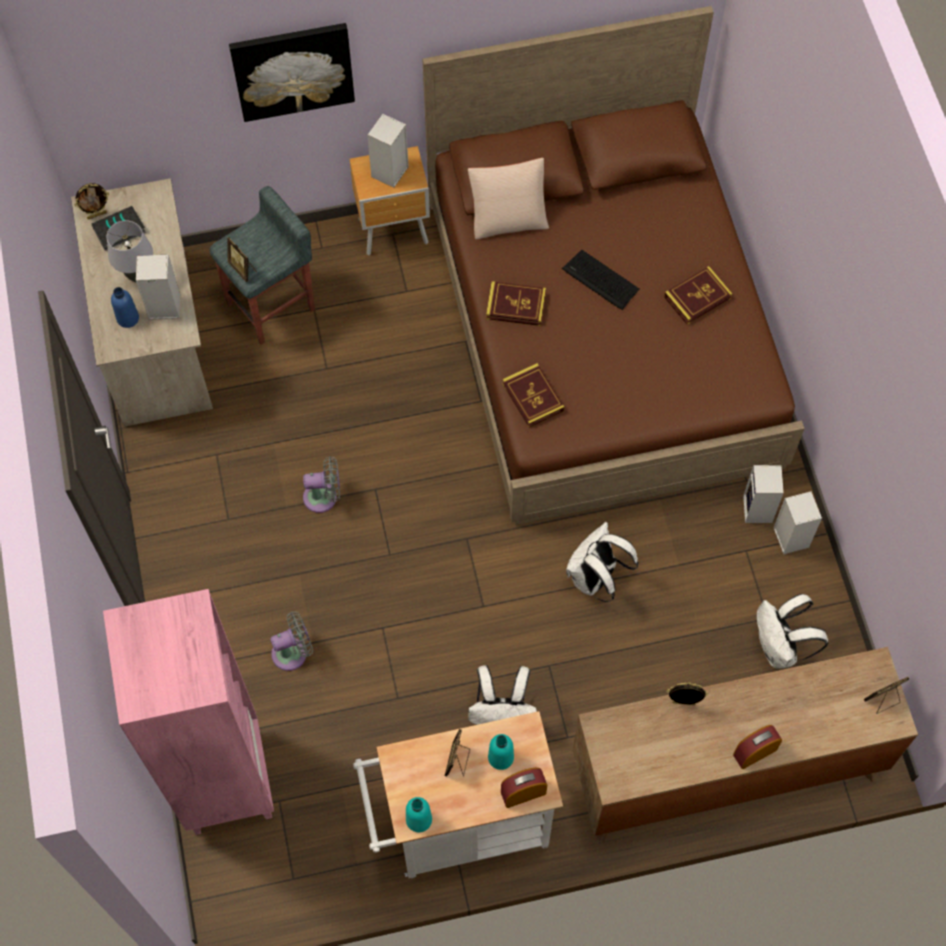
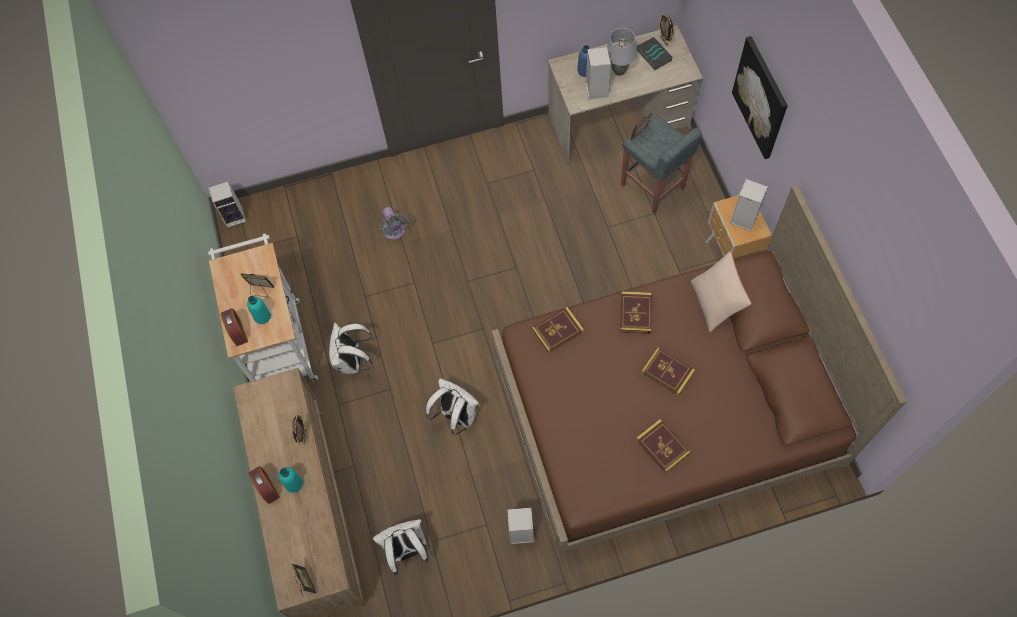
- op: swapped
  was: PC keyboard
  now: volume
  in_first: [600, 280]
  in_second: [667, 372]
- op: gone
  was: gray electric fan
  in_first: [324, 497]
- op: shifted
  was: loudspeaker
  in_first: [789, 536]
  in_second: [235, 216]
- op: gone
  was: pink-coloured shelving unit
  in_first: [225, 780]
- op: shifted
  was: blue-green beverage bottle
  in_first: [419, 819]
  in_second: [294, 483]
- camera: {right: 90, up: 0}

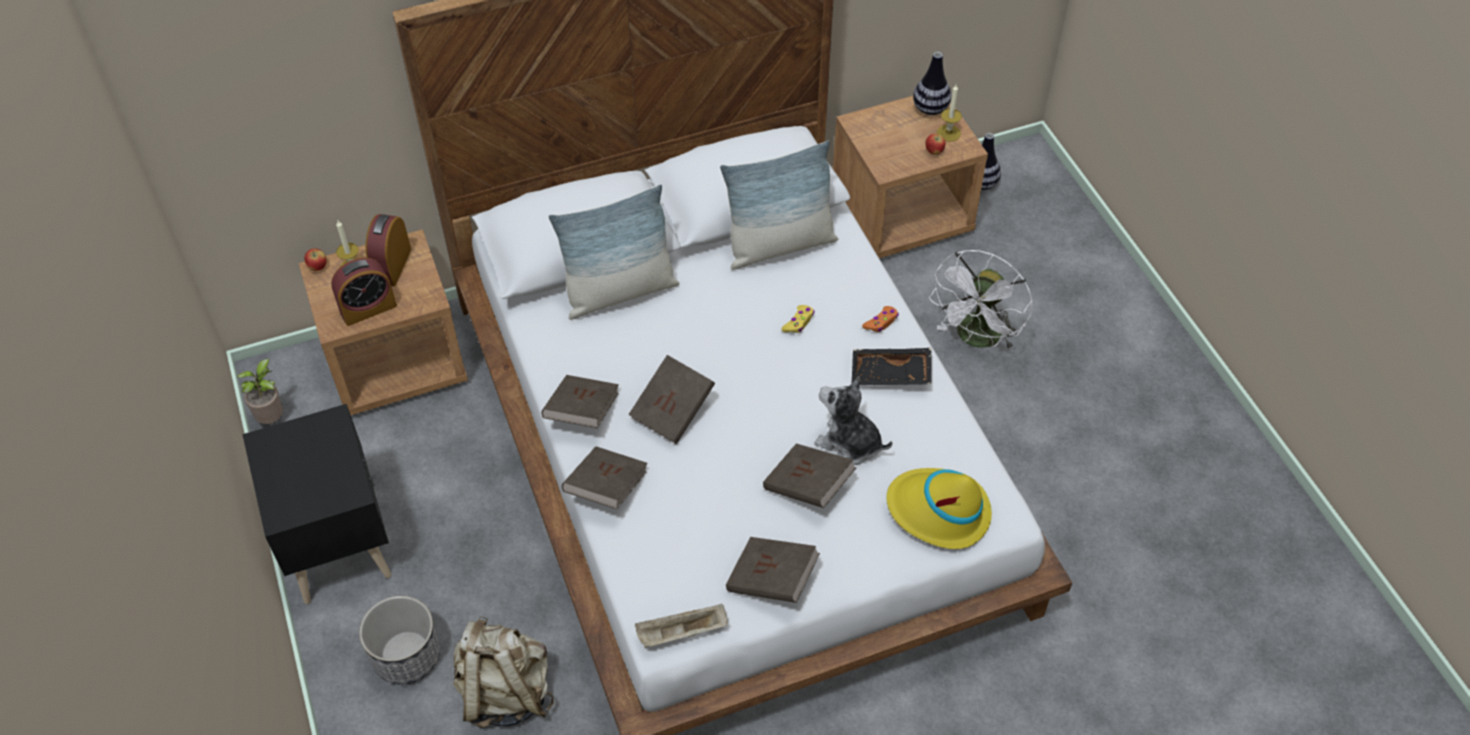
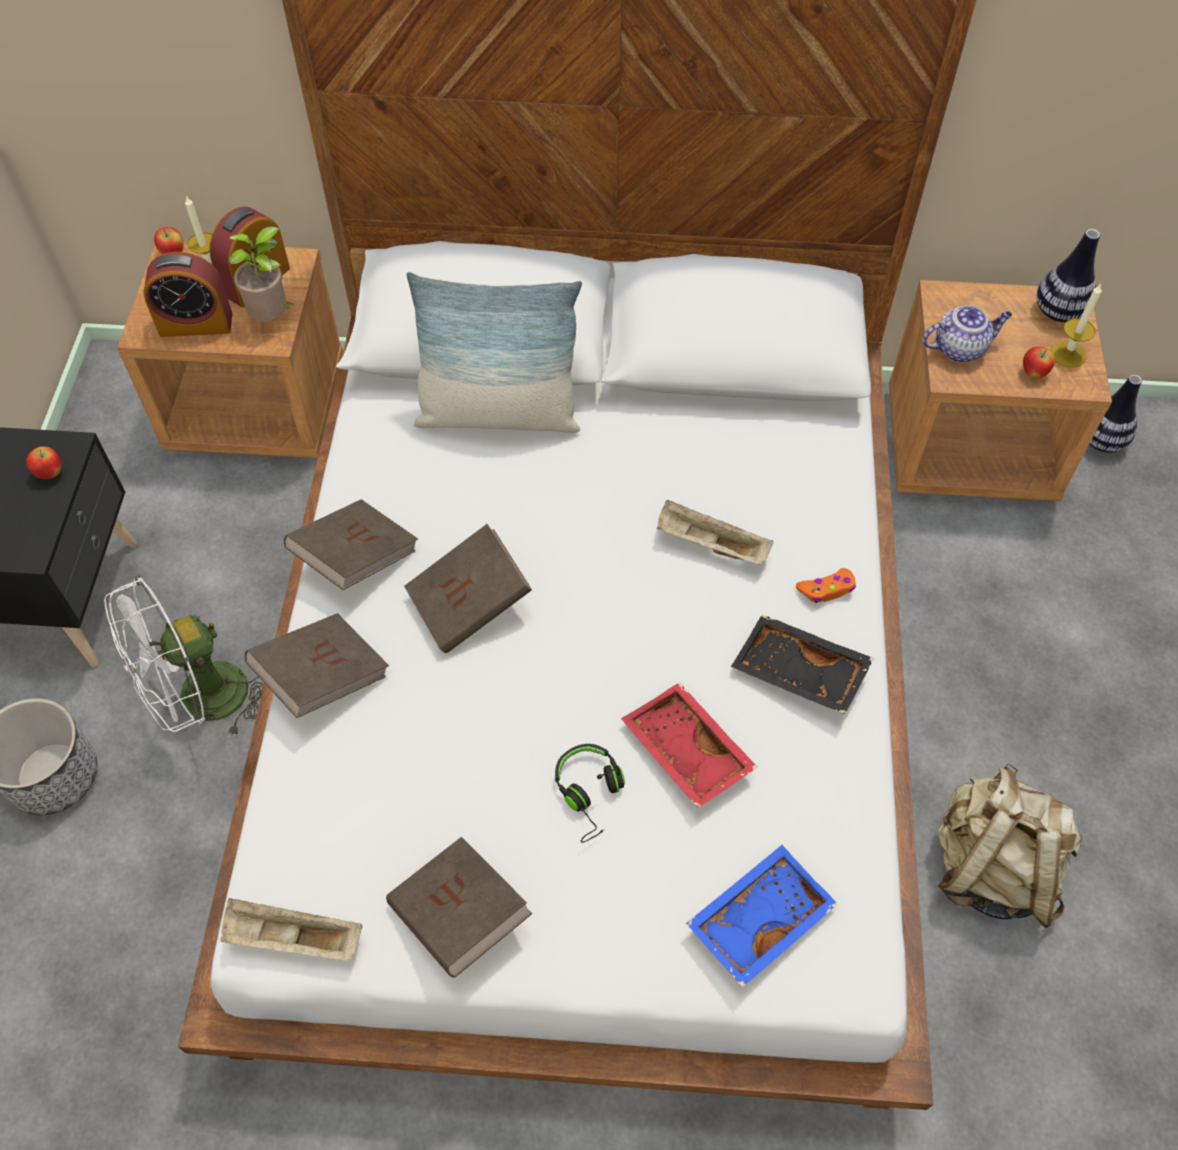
- op: gone
  was: throw pillow
  in_first: [779, 245]
- op: shifted
  was: white-coloured electric fan
  in_first: [976, 339]
  in_second: [201, 702]
- op: swapped
  was: yellow-coloured game controller
  now: sand-coloured tray
  in_first: [798, 322]
  in_second: [709, 545]
- op: shifted
  was: plant in a pot
  in_first: [273, 418]
  in_second: [273, 318]
- op: swapped
  was: plush toy
  now: red tray
  in_first: [849, 443]
  in_second: [684, 752]
- op: swapped
  was: brown-coloured volume
  now: black headphones
  in_first: [808, 487]
  in_second: [590, 793]
- op: swapped
  was: yellow-coloured hat
  now: blue tray
  in_first: [938, 512]
  in_second: [758, 917]
- op: shifted
  was: sand-coloured rucksack
  in_first: [505, 692]
  in_second: [991, 867]
- op: new
  now: teapot
  in_second: [960, 348]
- op: new
  now: apple fruit
  in_second: [50, 473]
- camera: {right: 25, up: 5}

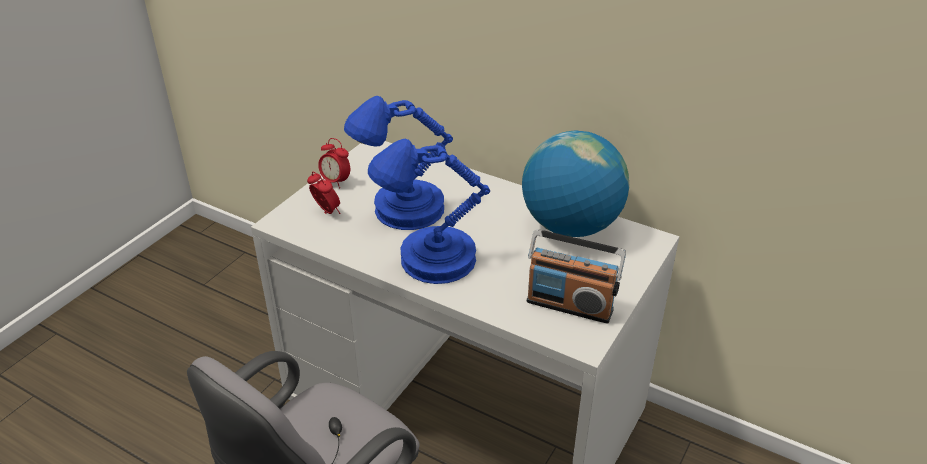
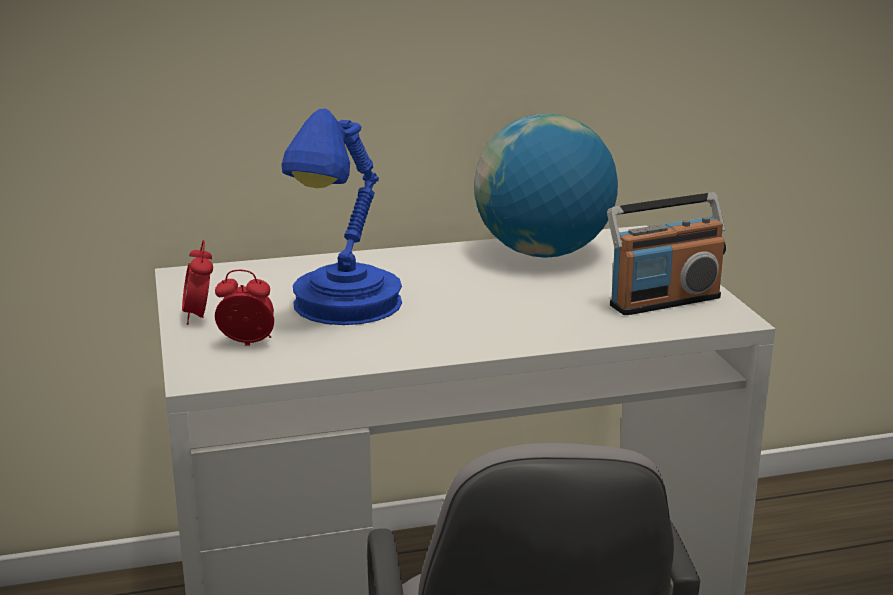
- op: rotated
  was: table clock
  in_first: [335, 182]
  in_second: [200, 317]
  clockwise: 90
- op: gone
  was: blue table lamp
  in_first: [431, 260]
- camera: {right: -45, up: -15}

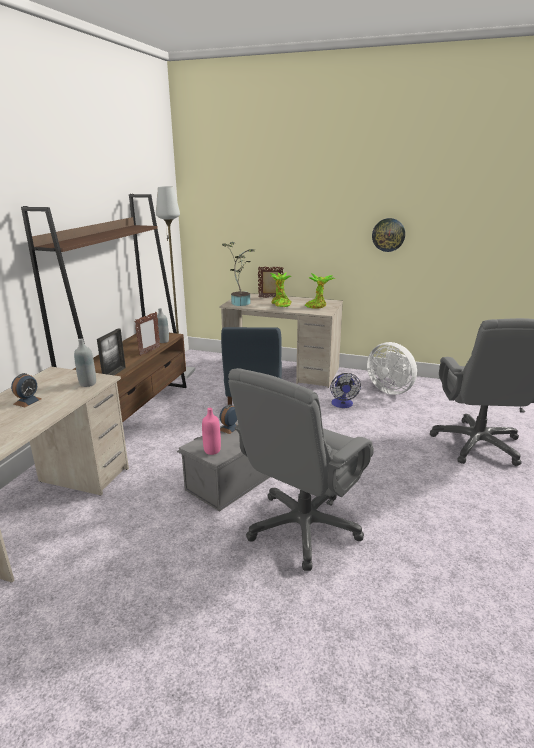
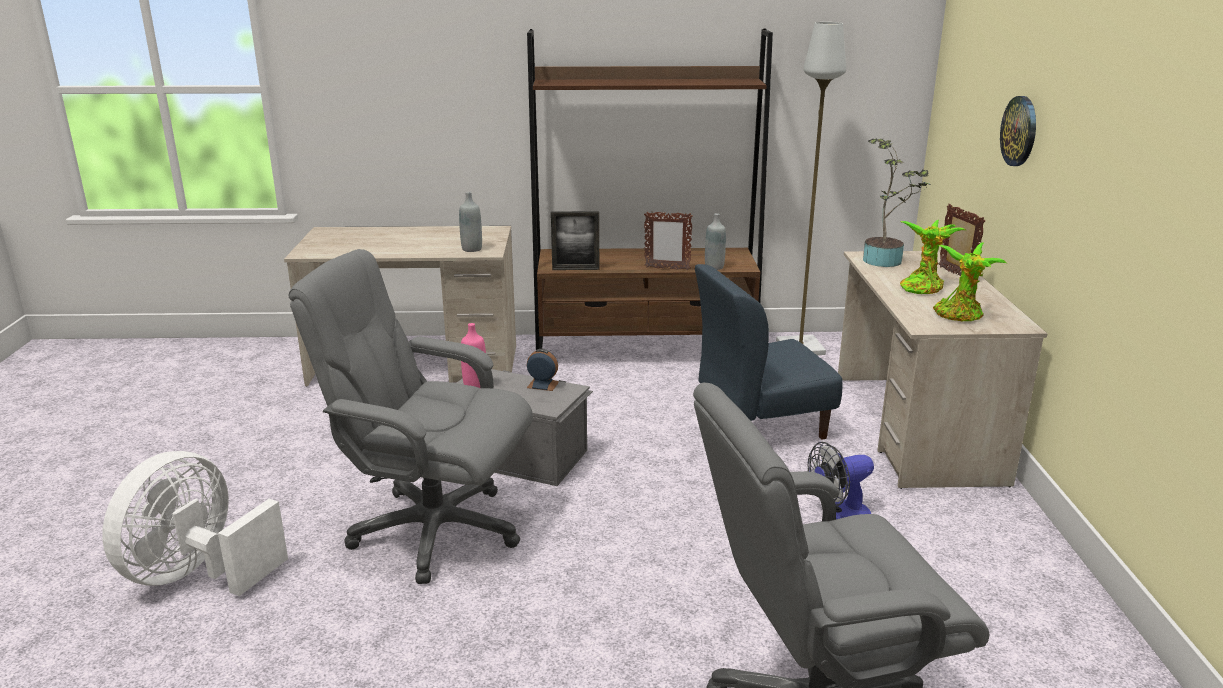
- op: shifted
  was: wall clock
  in_first: [388, 235]
  in_second: [1019, 131]
- op: shifted
  was: white-coloured electric fan
  in_first: [391, 390]
  in_second: [198, 574]
- op: gone
  was: table clock
  in_first: [27, 401]
- camera: {right: 70, up: 0}

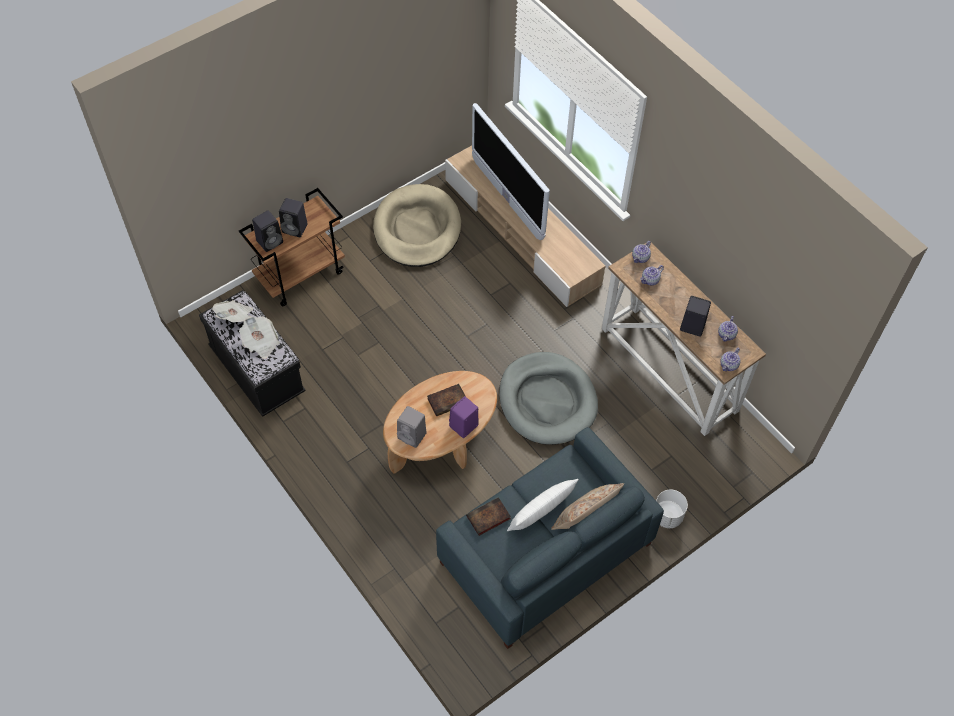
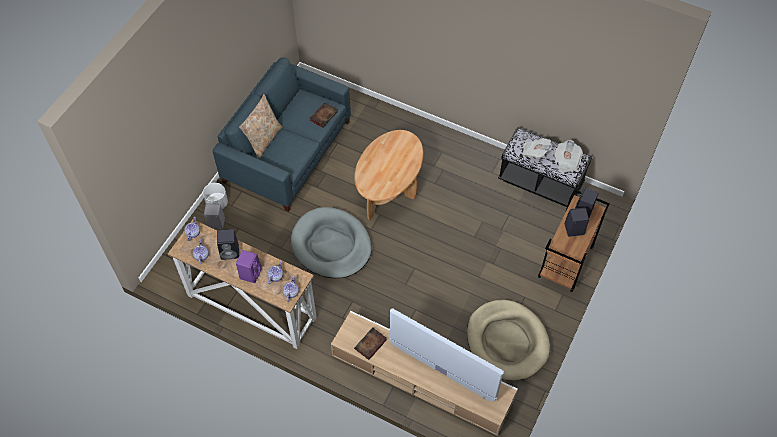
- op: shifted
  was: volume
  in_first: [448, 400]
  in_second: [370, 345]
- op: shifted
  was: purple-coloured loudspeaker
  in_first: [463, 426]
  in_second: [250, 273]
- op: shifted
  was: gray loudspeaker
  in_first: [413, 436]
  in_second: [215, 223]
- op: gone
  was: white-coloured throw pillow
  in_first: [541, 512]
- camera: {right: 155, up: 0}

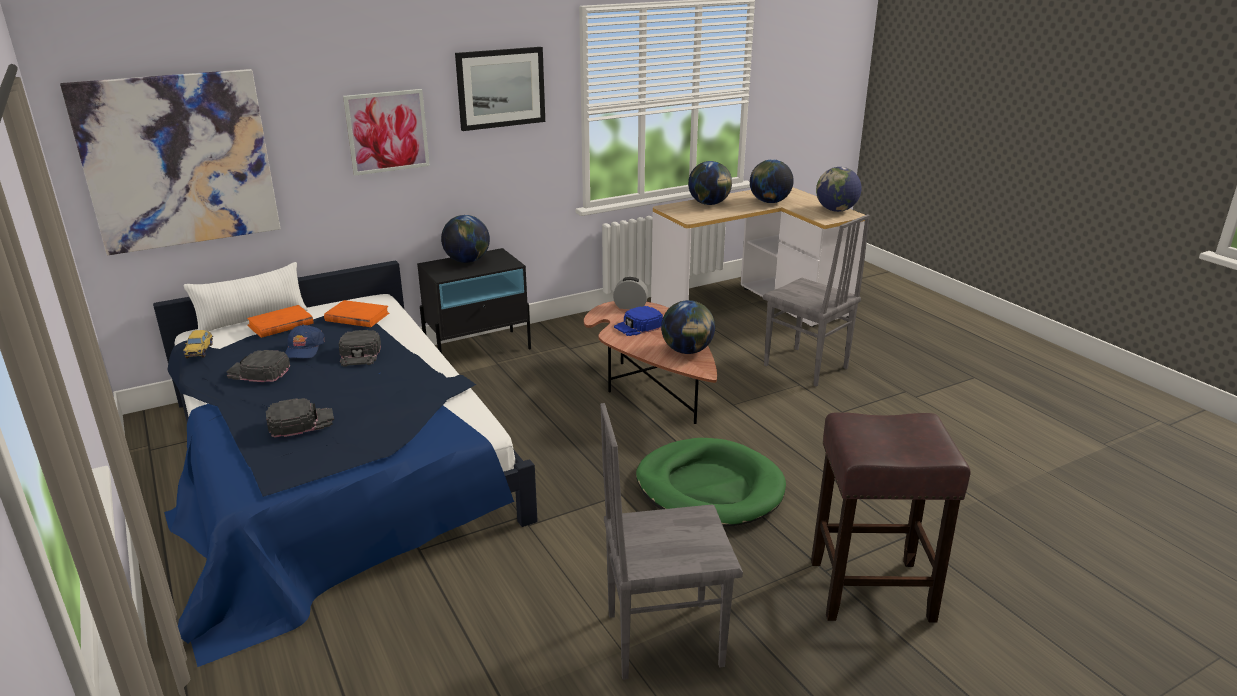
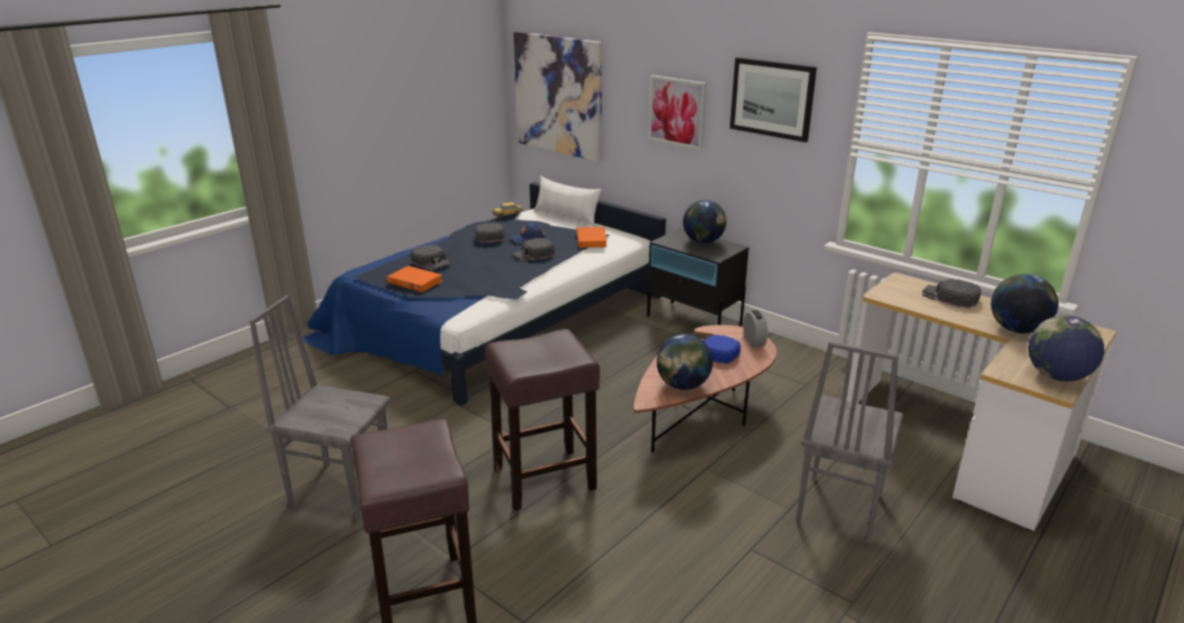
- op: swapped
  was: world globe
  now: black cap
  in_first: [709, 204]
  in_second: [950, 297]
- op: shifted
  was: orange volume
  in_first: [280, 325]
  in_second: [414, 282]
- op: rotated
  was: gray chair
  in_first: [663, 638]
  in_second: [341, 488]
  clockwise: -45
- op: swapped
  was: green pet bed
  now: brown-coloured stool
  in_first: [709, 488]
  in_second: [546, 478]
- camera: {right: 70, up: 0}

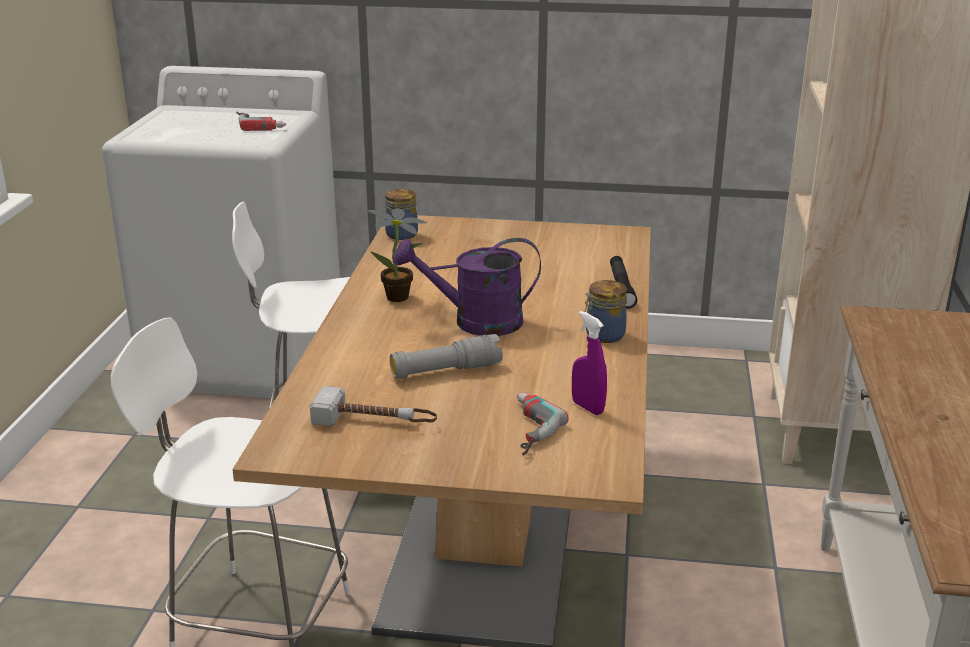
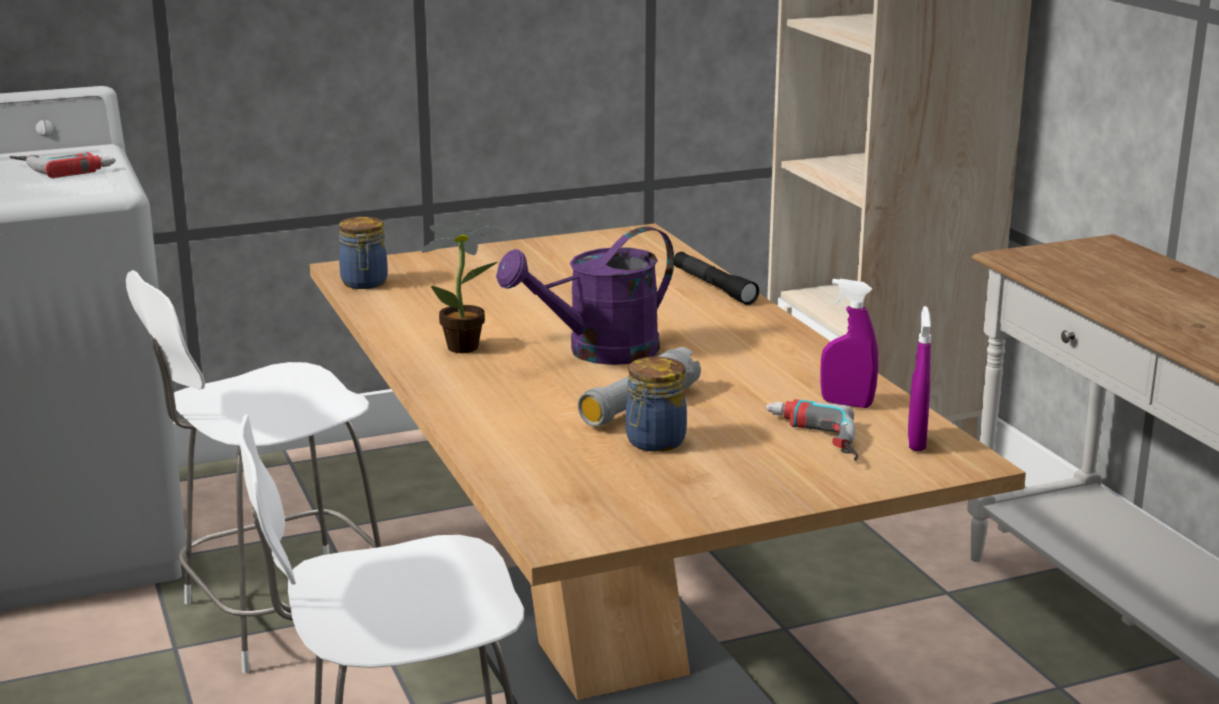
- op: shifted
  was: jar
  in_first: [603, 335]
  in_second: [653, 442]
- op: gone
  was: hand hammer
  in_first: [375, 420]
- op: new
  now: purple-coloured spray bottle
  in_second: [916, 442]
- camera: {right: -30, up: -5}

